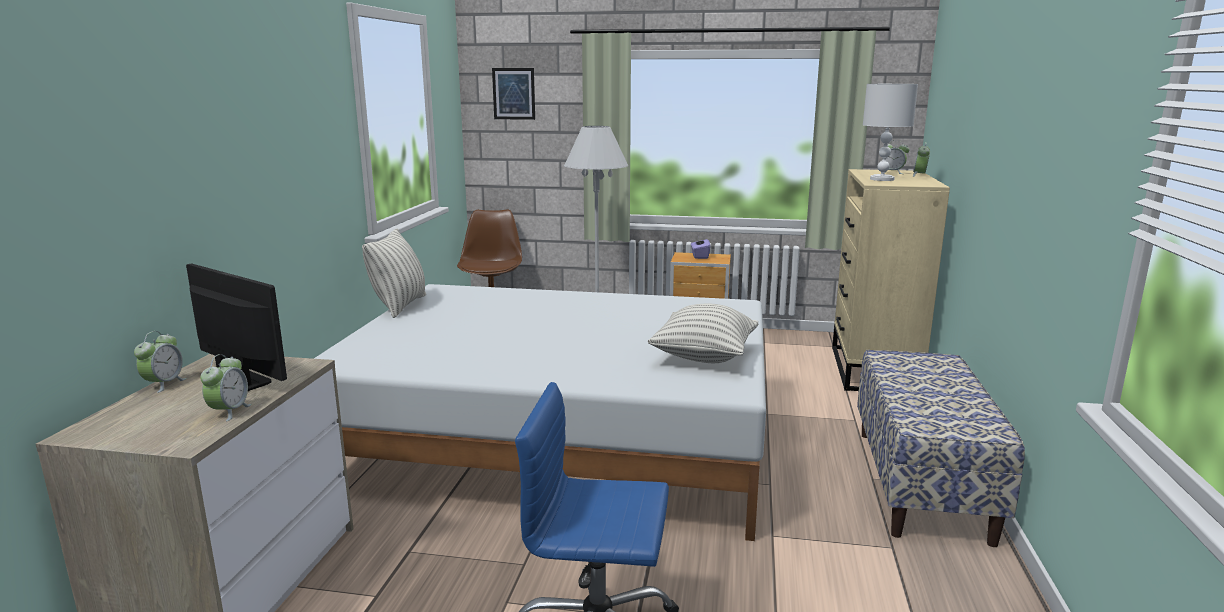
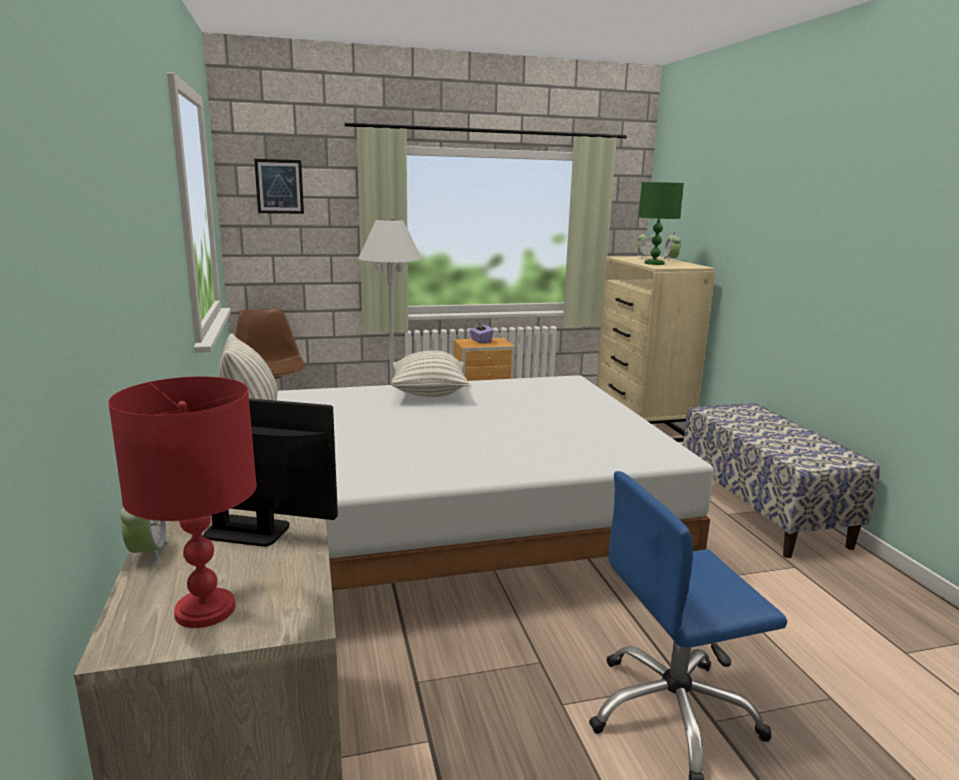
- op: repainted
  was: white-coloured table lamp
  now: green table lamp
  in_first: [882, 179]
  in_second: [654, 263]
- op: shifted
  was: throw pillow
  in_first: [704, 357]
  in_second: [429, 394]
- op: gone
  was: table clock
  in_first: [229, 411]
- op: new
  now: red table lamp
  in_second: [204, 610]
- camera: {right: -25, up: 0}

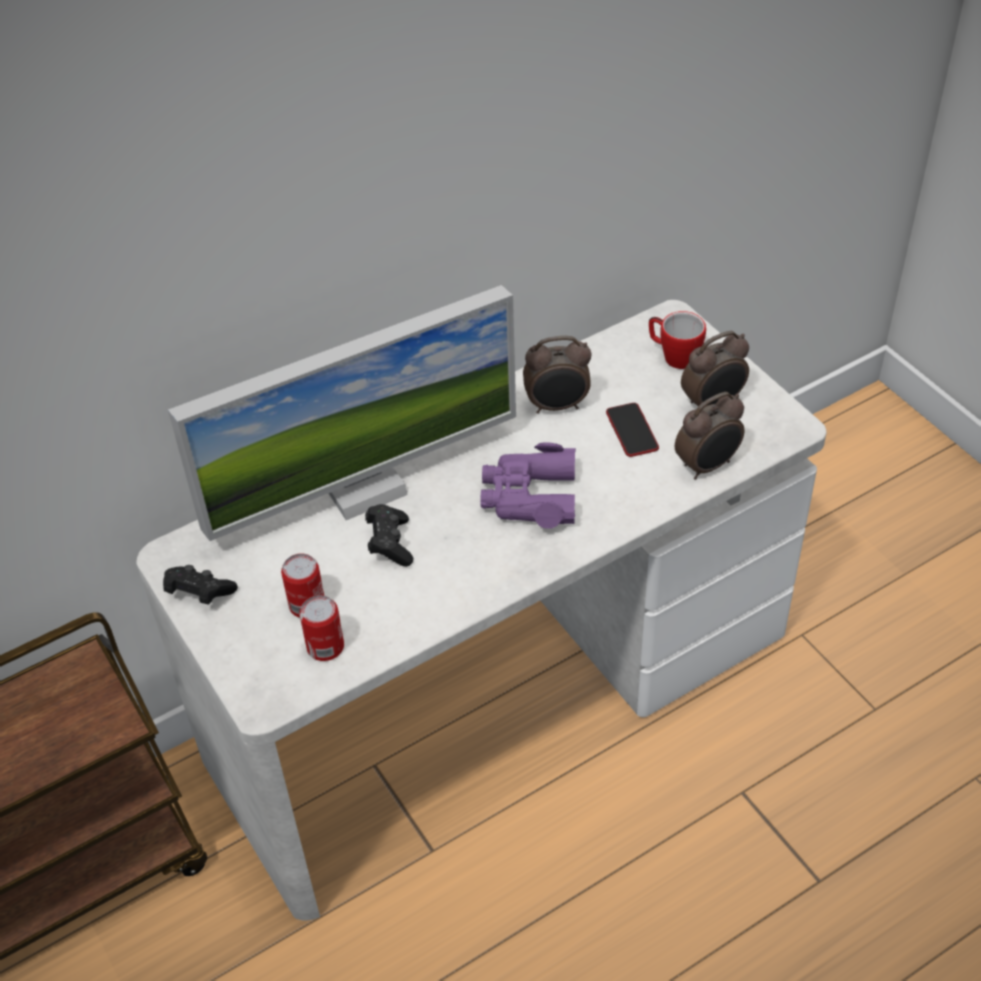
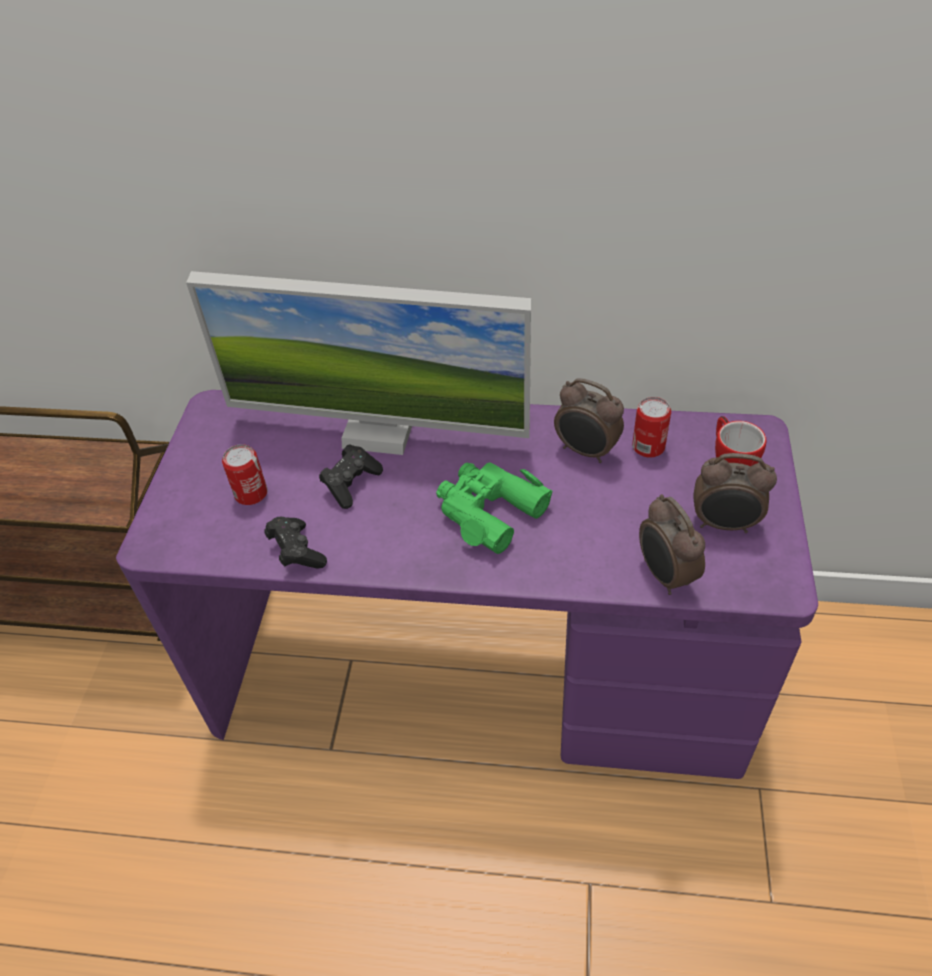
- op: repainted
  was: white-coloured desk table
  now: purple-coloured desk table
  in_first: [499, 693]
  in_second: [478, 667]
- op: rotated
  was: table clock
  in_first: [708, 466]
  in_second: [664, 575]
  clockwise: 60
- op: gone
  was: telephone
  in_first: [632, 431]
- op: repainted
  was: purple-coloured pair of binoculars
  now: green pair of binoculars
  in_first: [529, 497]
  in_second: [488, 511]
- op: shifted
  was: black game controller
  in_first: [199, 593]
  in_second: [297, 552]
- op: shifted
  was: metal can
  in_first: [325, 647]
  in_second: [648, 447]
- camera: {right: 40, up: 0}

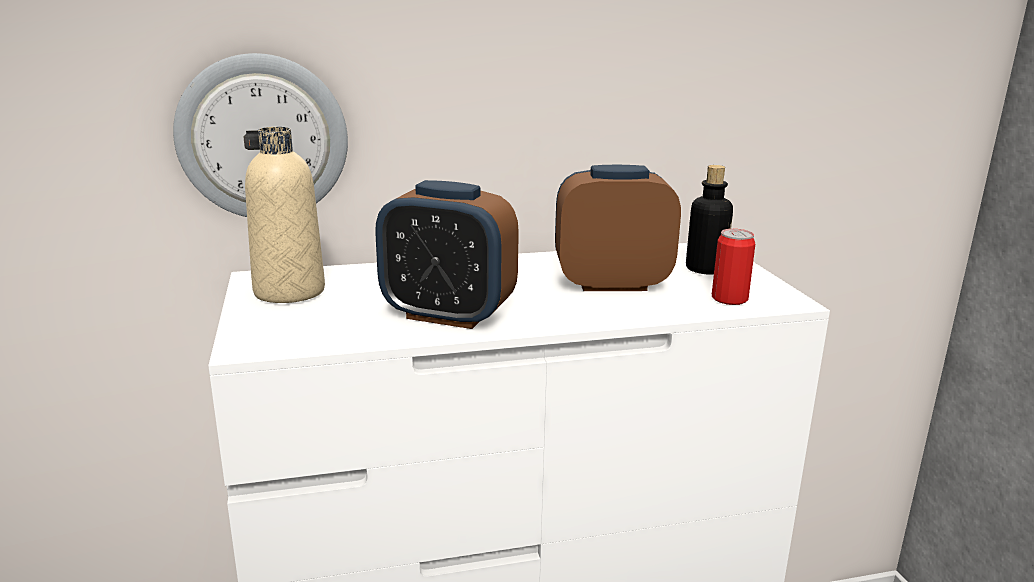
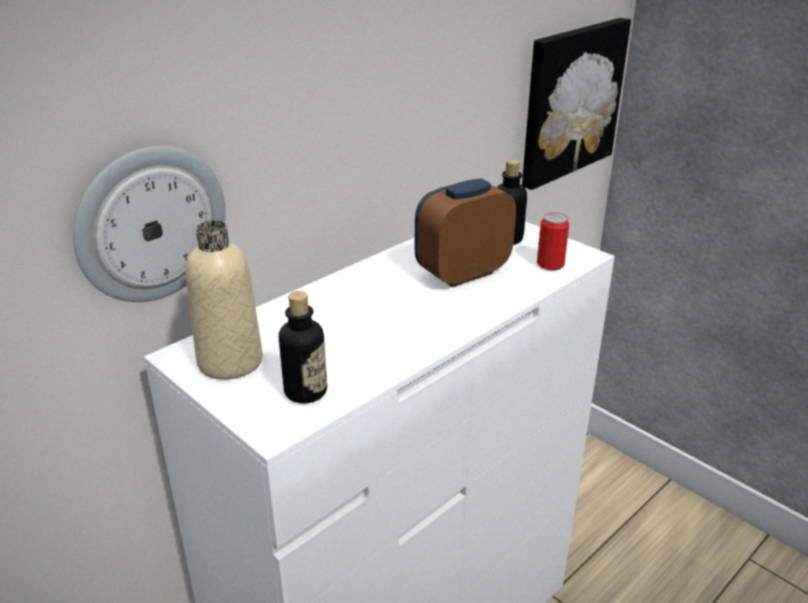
- op: gone
  was: table clock
  in_first: [448, 315]
- op: new
  now: wall art
  in_second: [569, 101]
- op: new
  now: beverage bottle
  in_second: [305, 391]
- camera: {right: -30, up: 10}

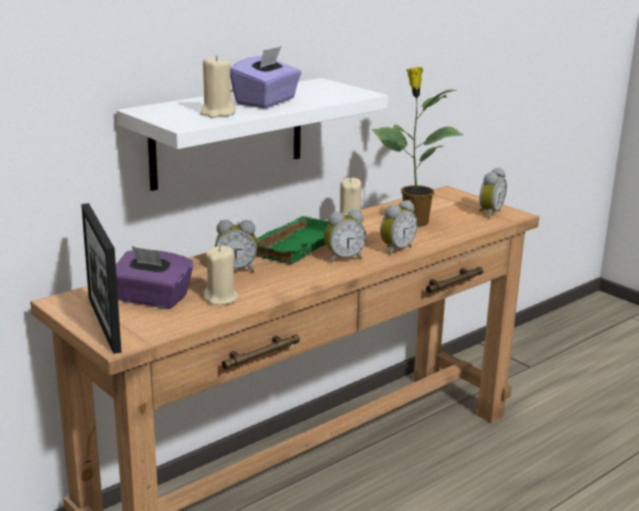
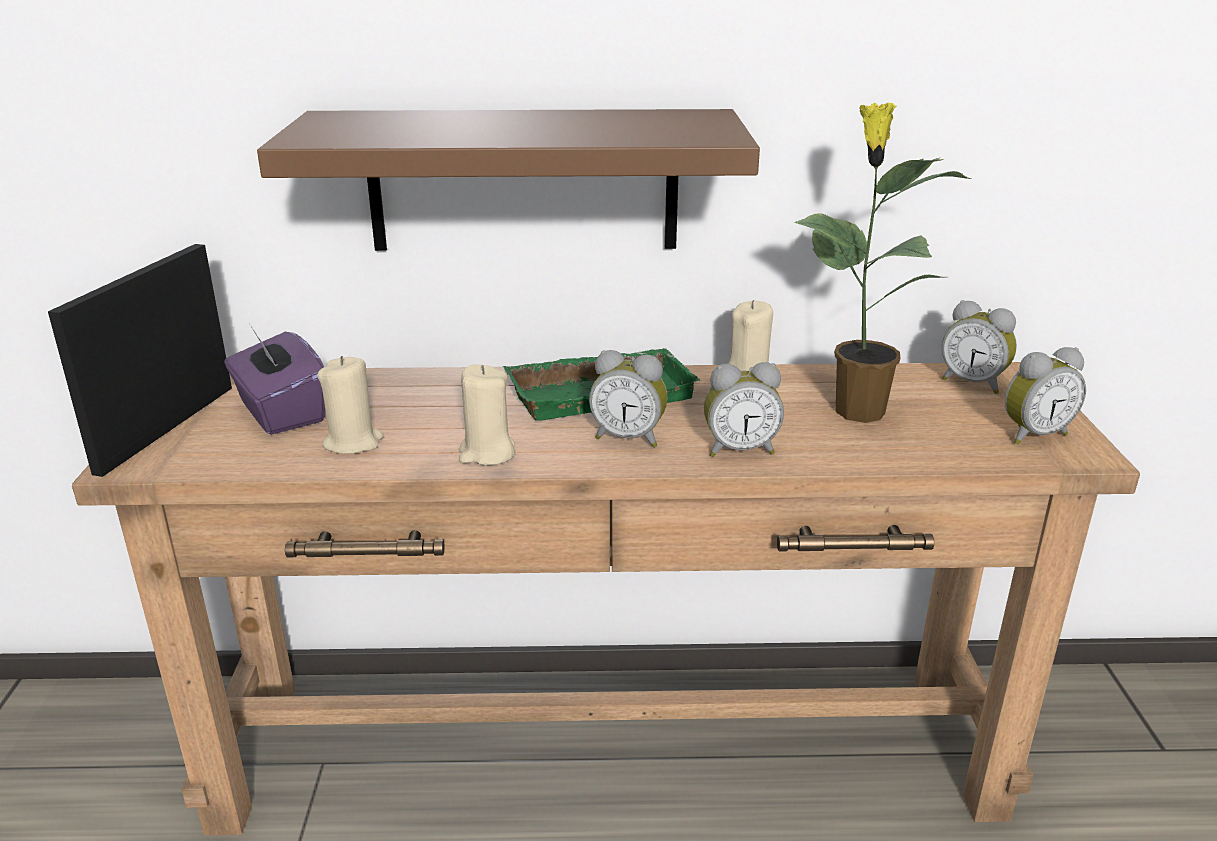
- op: gone
  was: purple-coloured tissue holder
  in_first: [266, 102]
- op: shifted
  was: sand-coloured wax light
  in_first: [217, 113]
  in_second: [487, 453]
- op: repainted
  was: white-coloured bracket shelf
  now: brown-coloured bracket shelf
  in_first: [228, 133]
  in_second: [523, 181]
- op: shifted
  was: table clock
  in_first: [236, 269]
  in_second: [973, 383]
- camera: {right: 40, up: 5}

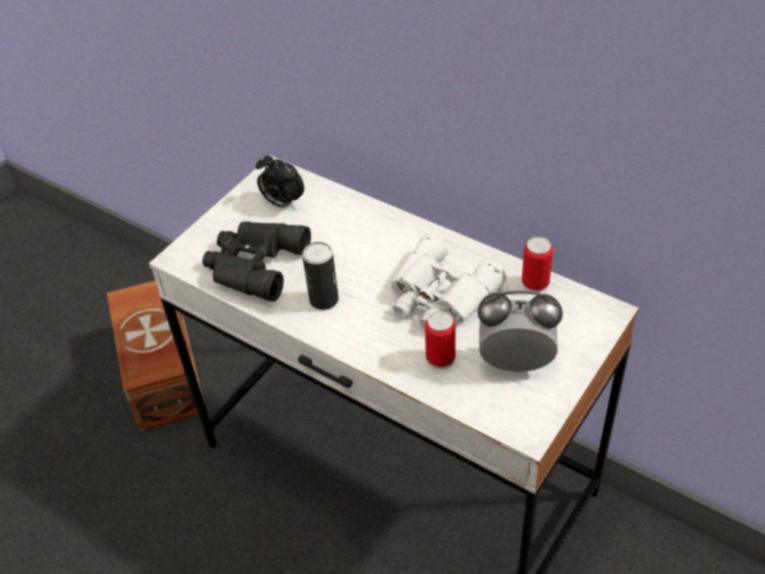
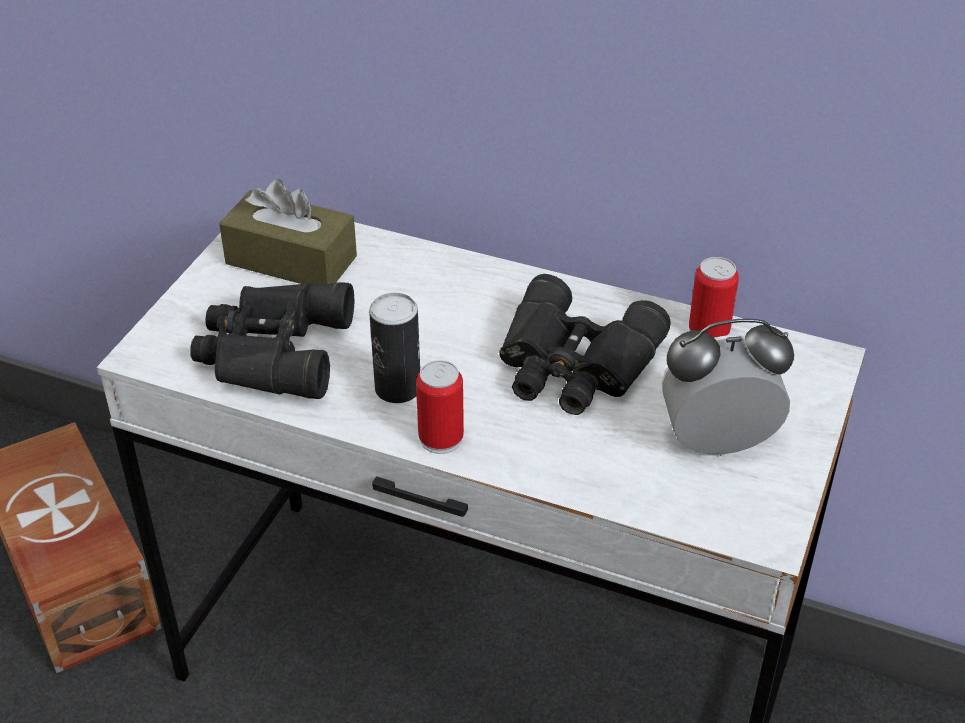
- op: swapped
  was: table clock
  now: brown-coloured tissue holder
  in_first: [282, 203]
  in_second: [291, 260]
- op: repainted
  was: white-coloured pair of binoculars
  now: black pair of binoculars
  in_first: [439, 296]
  in_second: [574, 365]
- op: shifted
  was: metal can
  in_first: [440, 358]
  in_second: [441, 438]
- camera: {right: -15, up: -5}

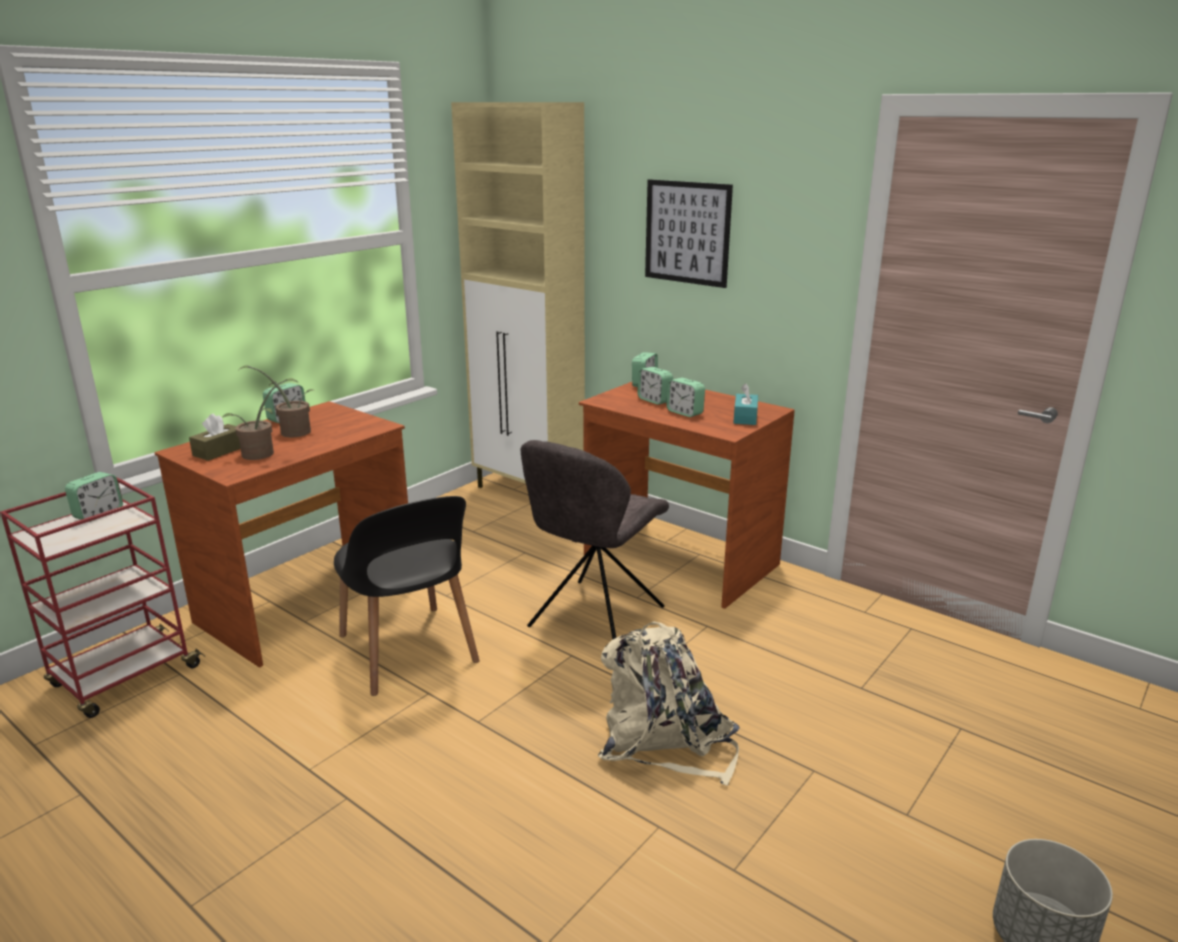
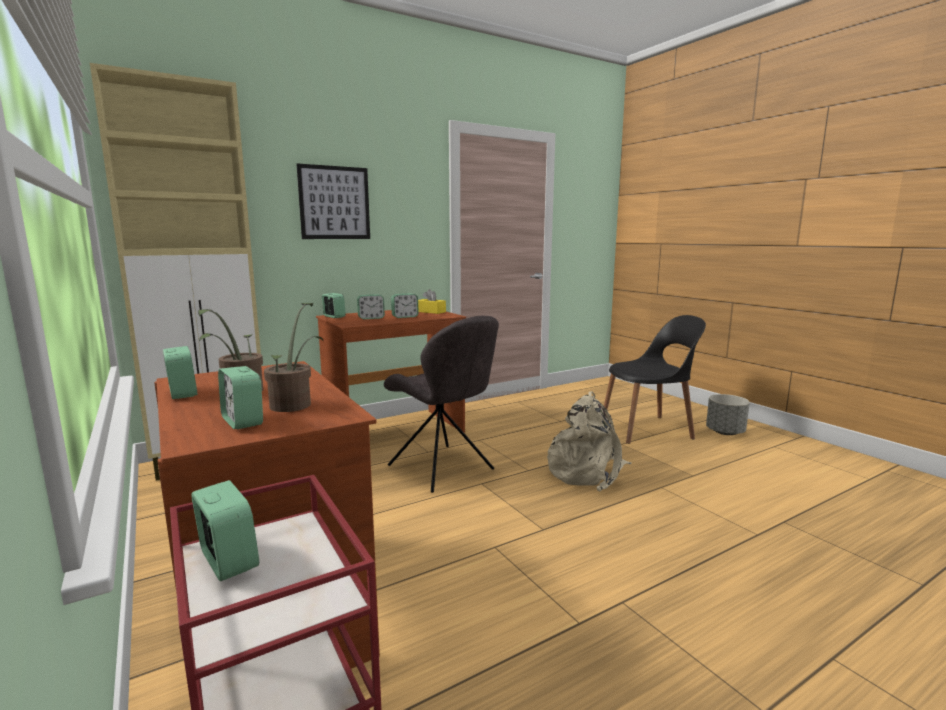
- op: repainted
  was: blue-green tissue holder
  now: yellow-coloured tissue holder
  in_first: [745, 417]
  in_second: [431, 312]
- op: swapped
  was: brown-coloured tissue holder
  now: table clock
  in_first: [219, 451]
  in_second: [242, 421]
- op: shifted
  was: black chair
  in_first: [408, 651]
  in_second: [648, 429]
- camera: {right: -70, up: -10}

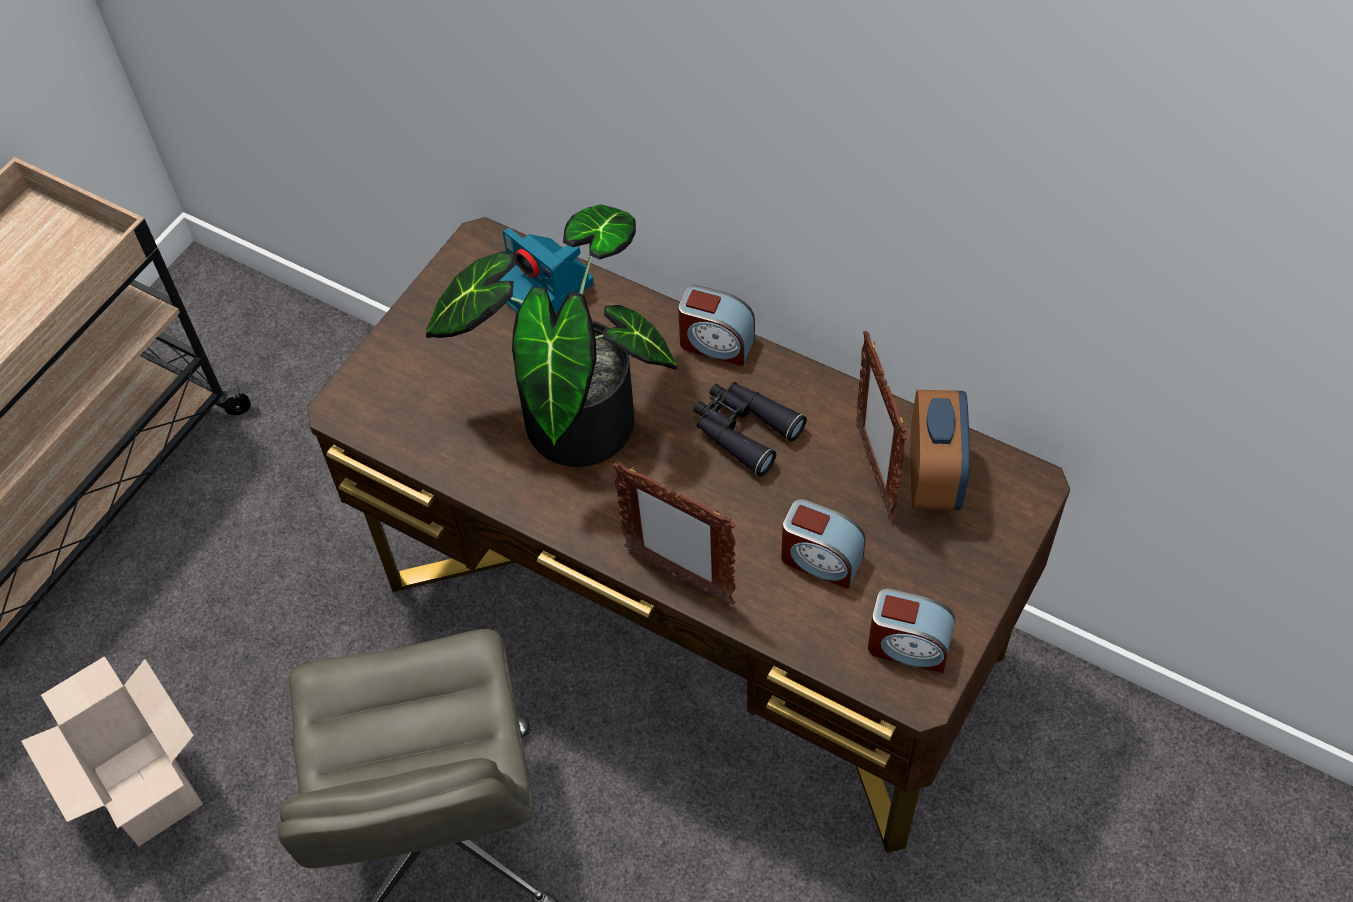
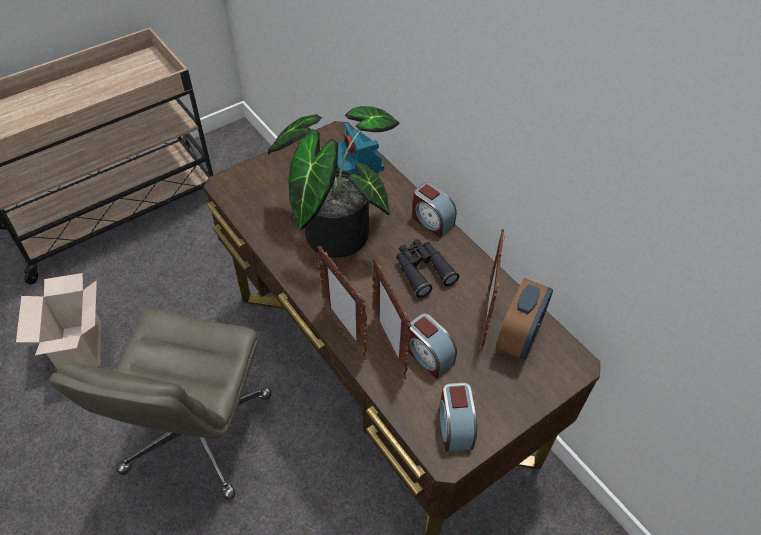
- op: rotated
  was: table clock
  in_first: [908, 646]
  in_second: [455, 426]
  clockwise: 45
- op: new
  now: picture frame
  in_second: [389, 347]
- camera: {right: 20, up: -5}

